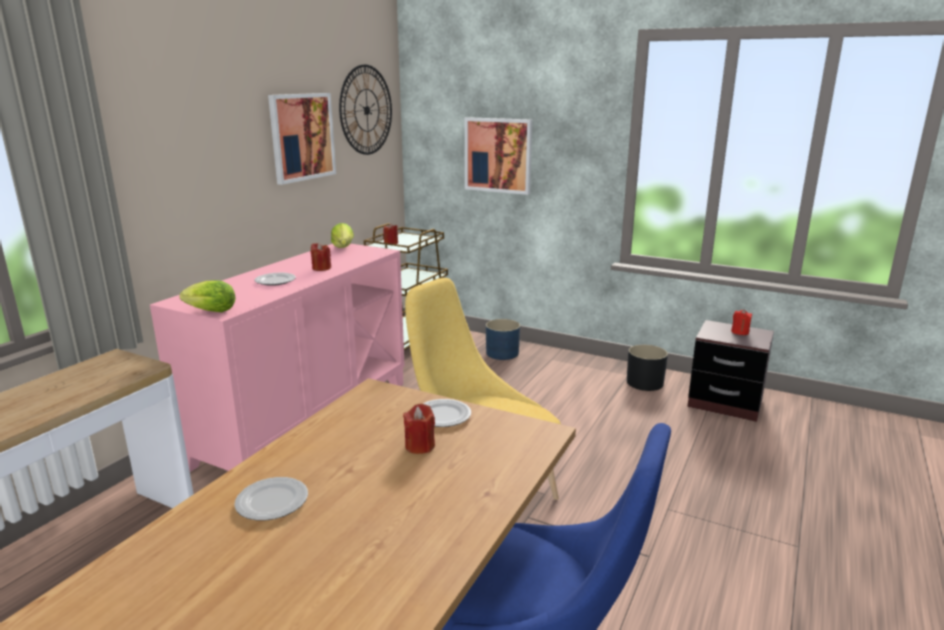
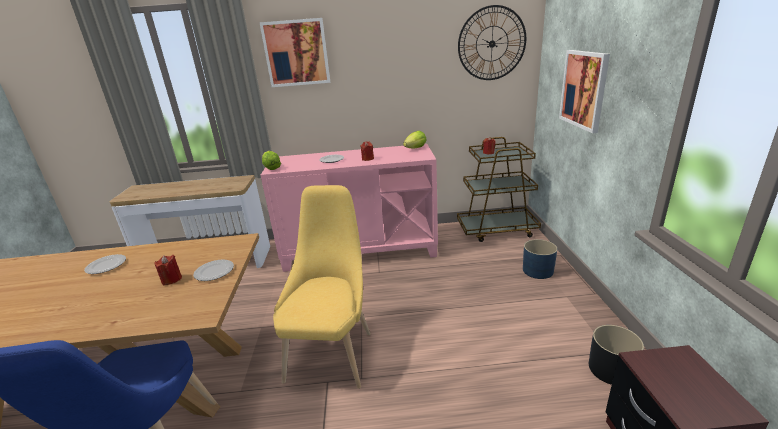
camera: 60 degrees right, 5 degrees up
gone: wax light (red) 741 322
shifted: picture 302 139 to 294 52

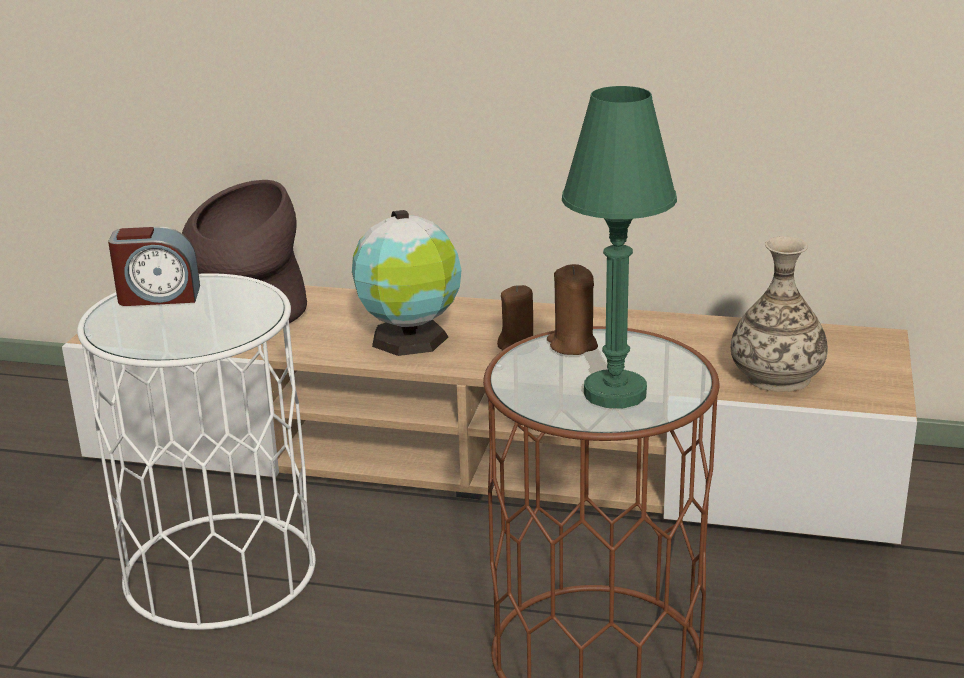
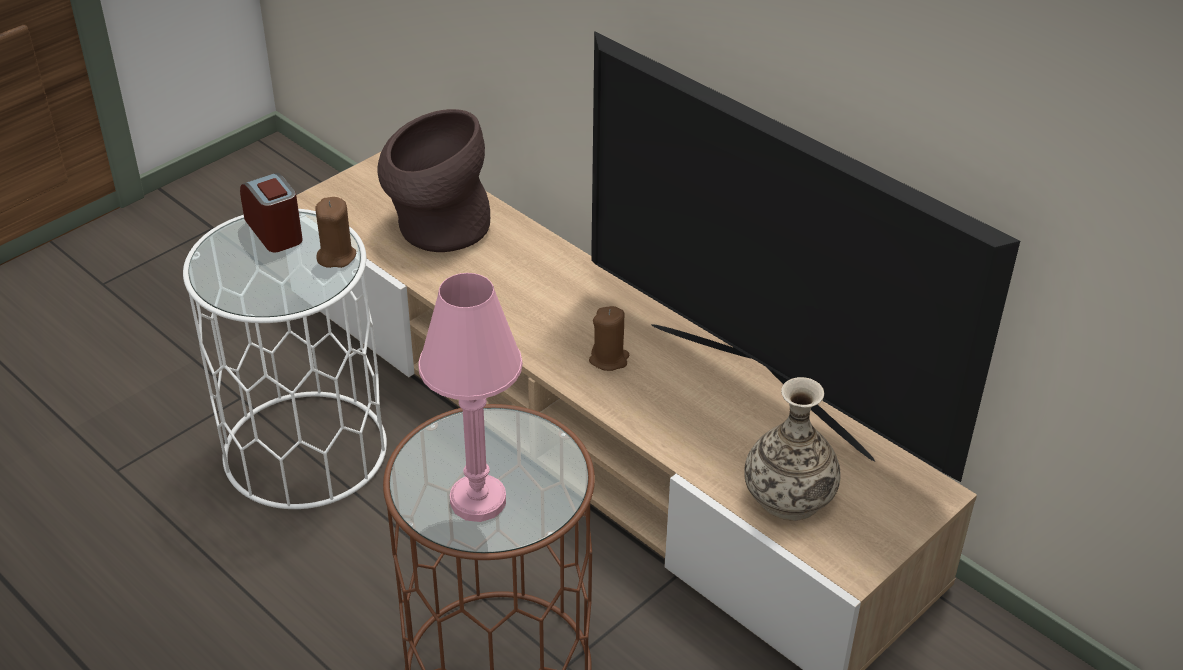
camera: 30 degrees right, 15 degrees up
gone: world globe 406 283
new: television 805 256
shifted: wax light (brown) 572 309 to 335 232
repainted: lamp for a table (green-coloured) 619 247 to lamp for a table (pinkish) 470 397
rotated: table clock 154 266 = 271 212 150 degrees counterclockwise

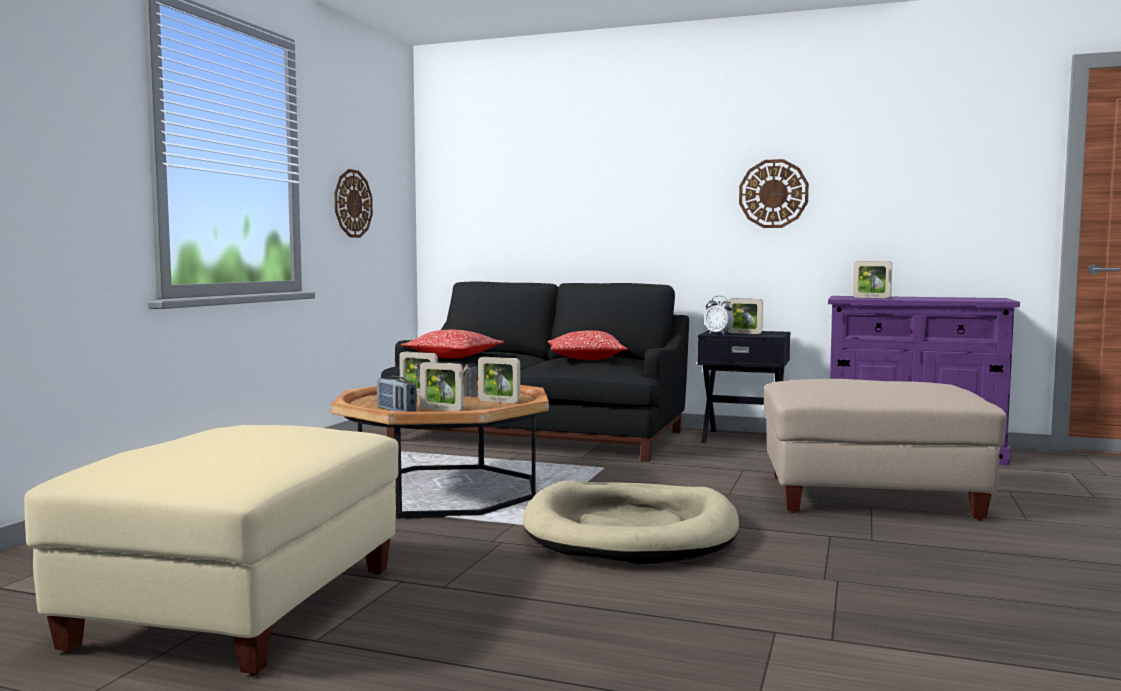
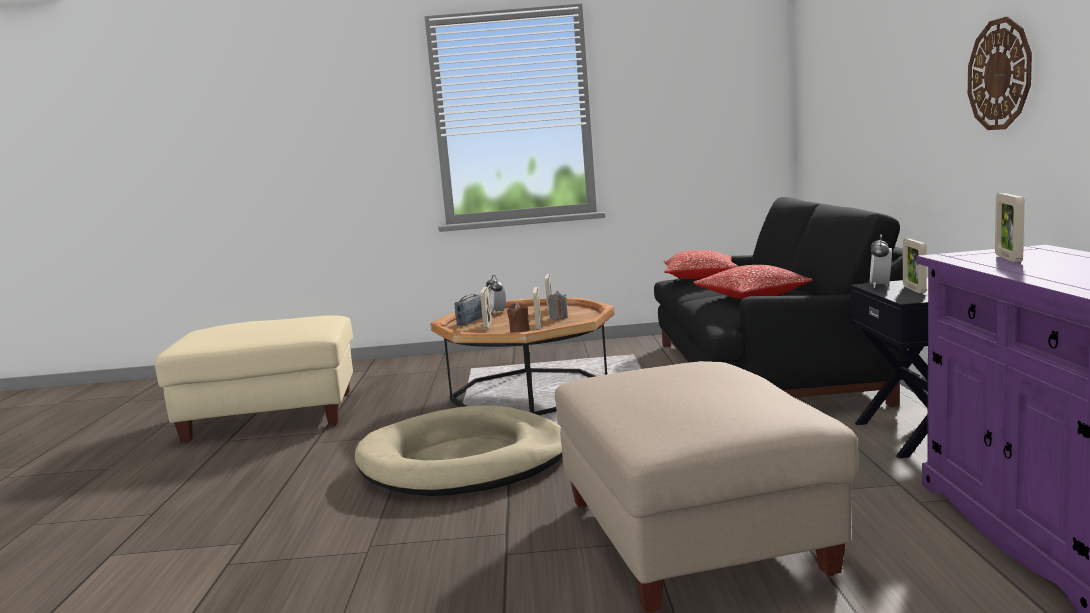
camera: 70 degrees right, 5 degrees up
gone: hanging clock 353 203
new: table clock 496 294; wax light (brown) 518 317

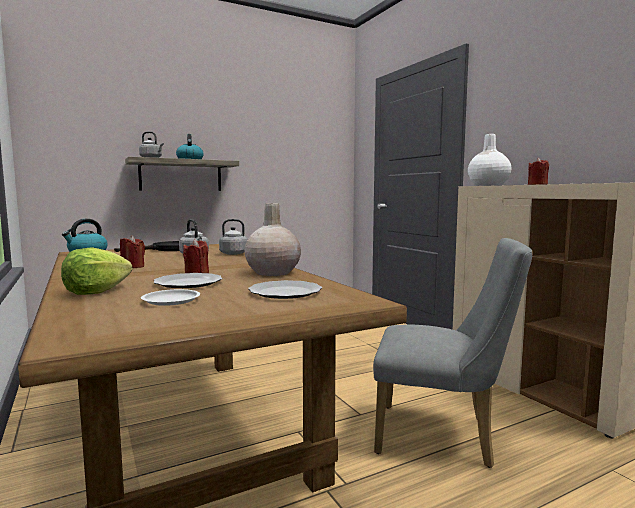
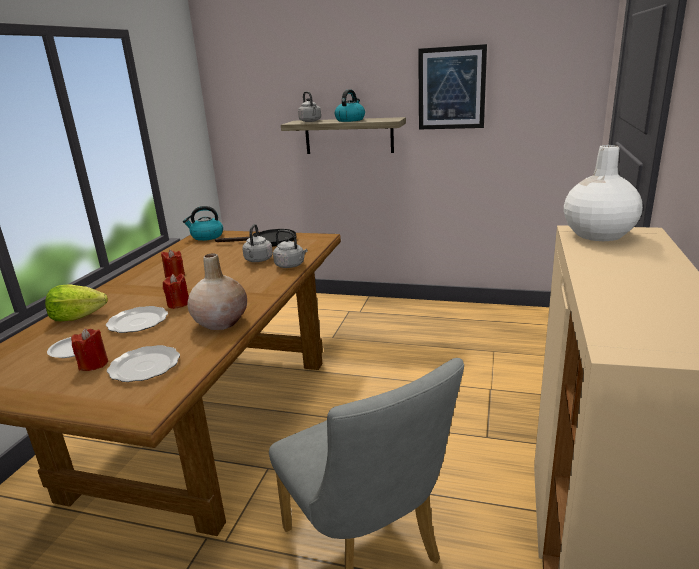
camera: 45 degrees right, 15 degrees up
new: picture 452 86
shifted: wax light (red) 538 171 to 89 349

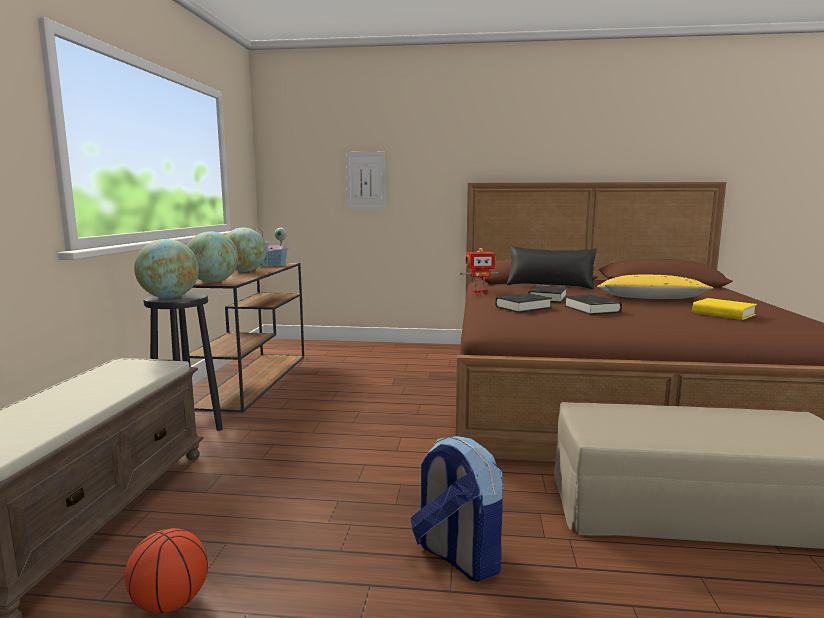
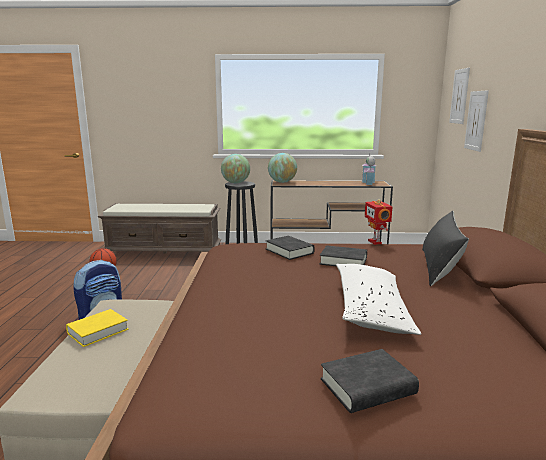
camera: 85 degrees right, 5 degrees up
gone: world globe 246 249
new: picture 459 96
shifted: volume (black) 593 305 to 370 381; volume (yellowish) 724 309 to 97 328
repainted: cushion (yellowish) 655 286 to cushion (whitish) 378 299

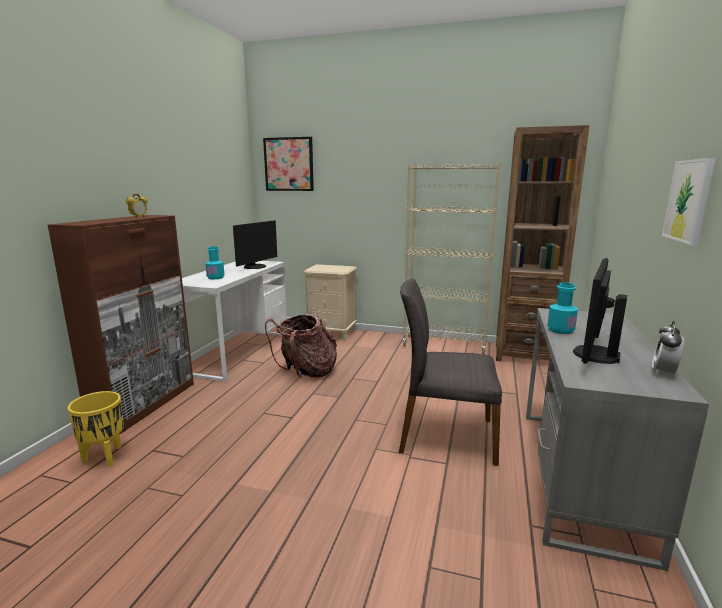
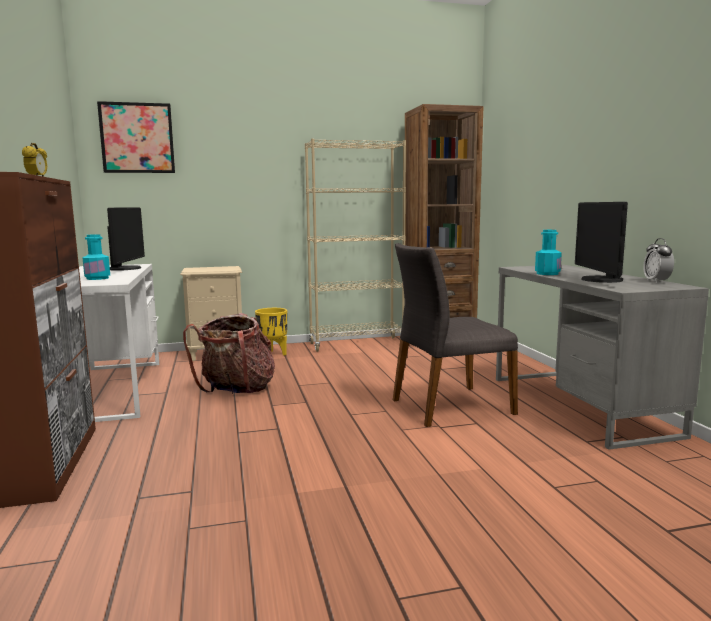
camera: 30 degrees left, 5 degrees down
gone: picture 689 202
shifted: plant pot (yellowish) 95 429 to 271 331

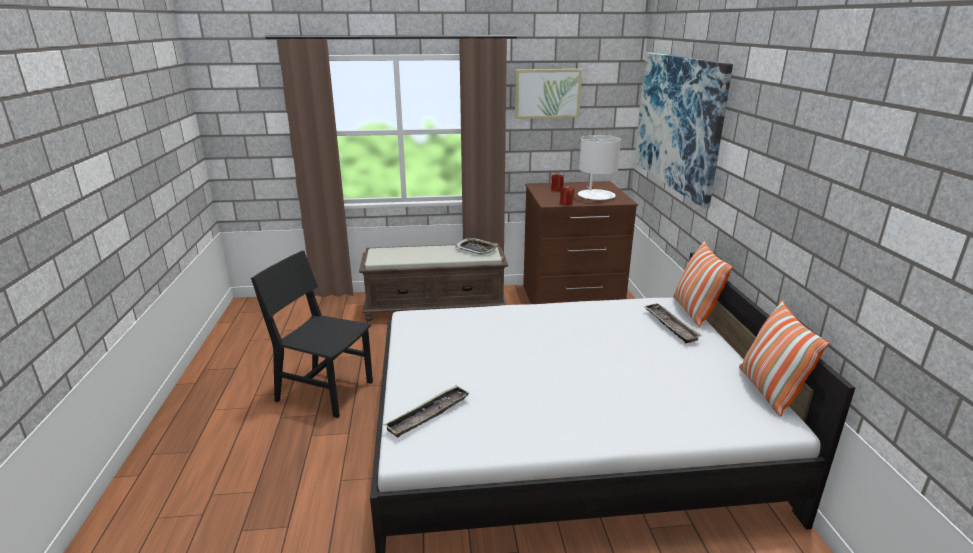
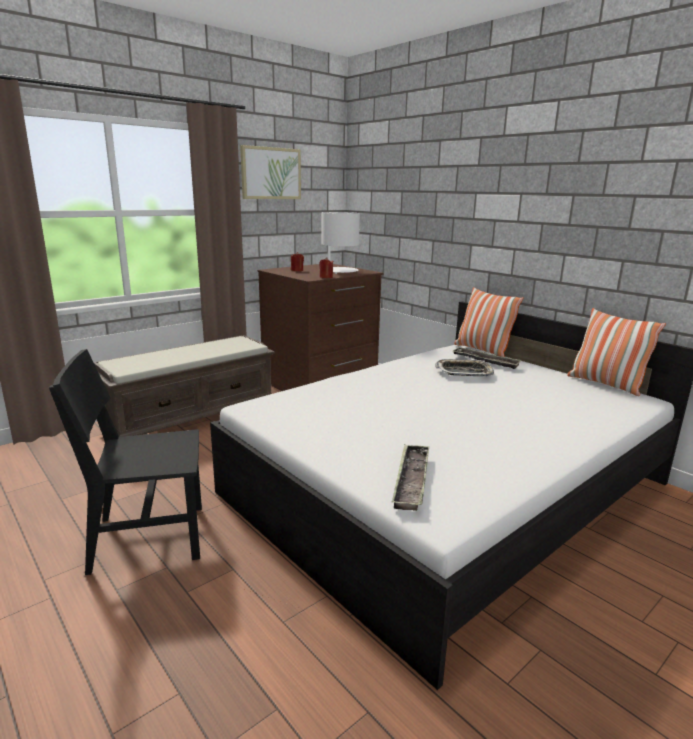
camera: 35 degrees left, 5 degrees down
gone: picture 683 130
shifted: carrying tray 476 246 to 464 367

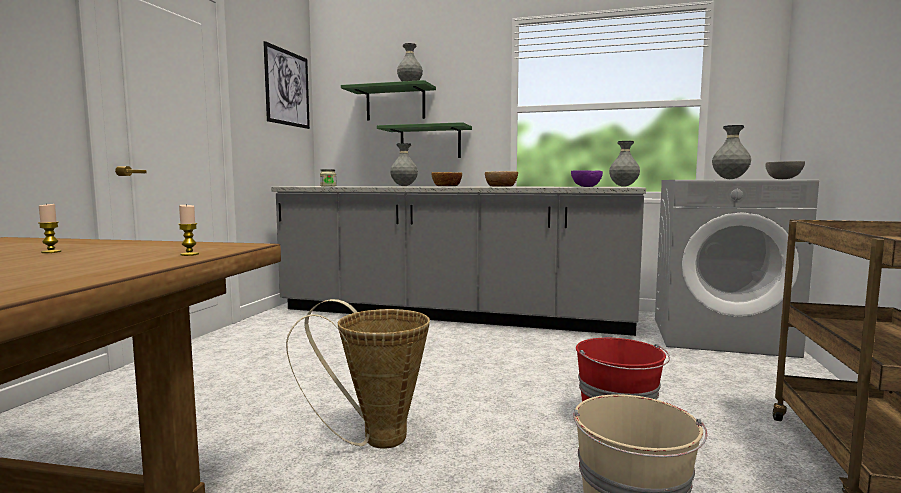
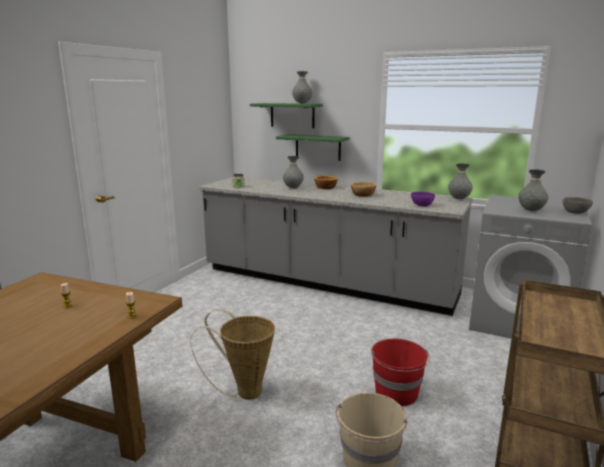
camera: 10 degrees right, 10 degrees up
gone: picture 286 85

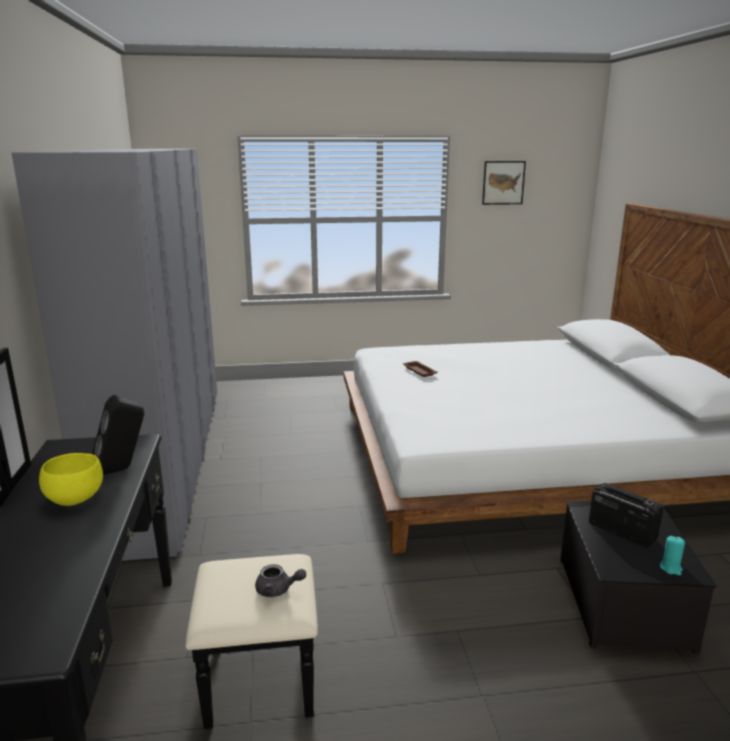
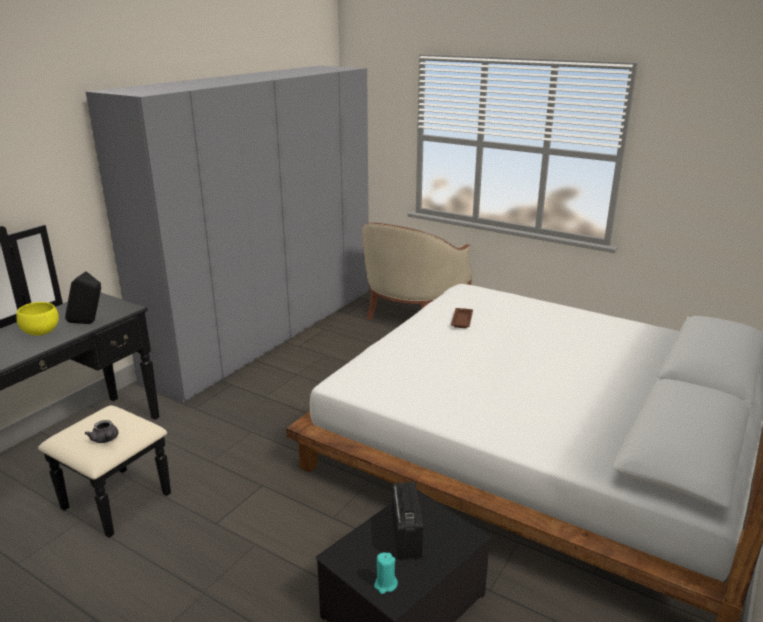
camera: 40 degrees right, 5 degrees up
gone: picture 504 183
new: armchair (beige) 417 271

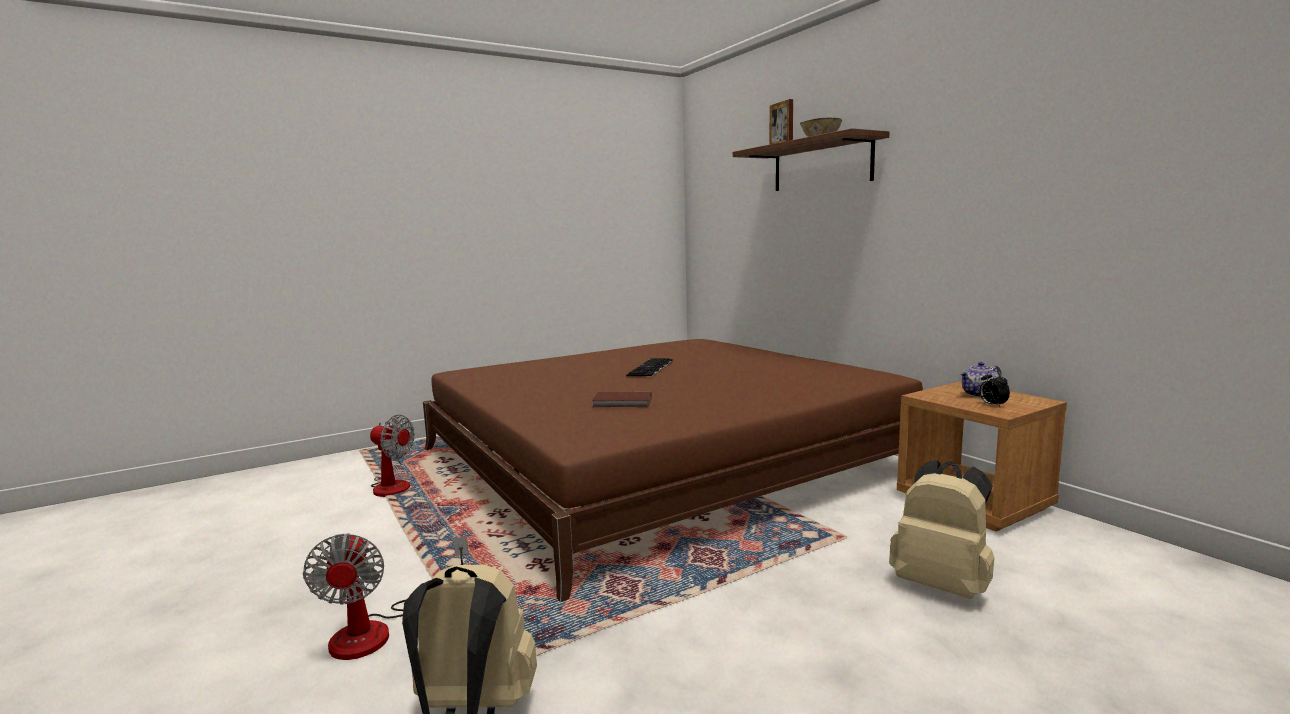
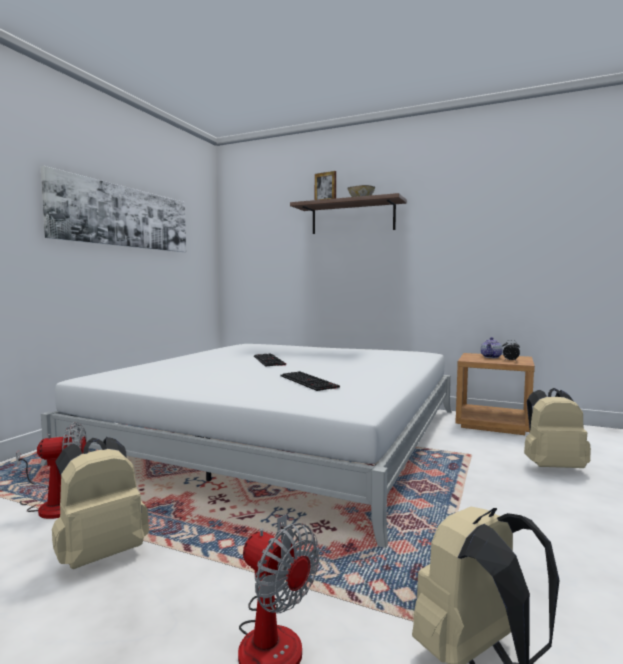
camera: 35 degrees left, 5 degrees down
new: picture 113 209; knapsack (beige) 100 503
swapped: volume (brown) 622 399 to keyboard 310 381
repainted: bed (brown) 673 470 to bed (whitish) 246 446

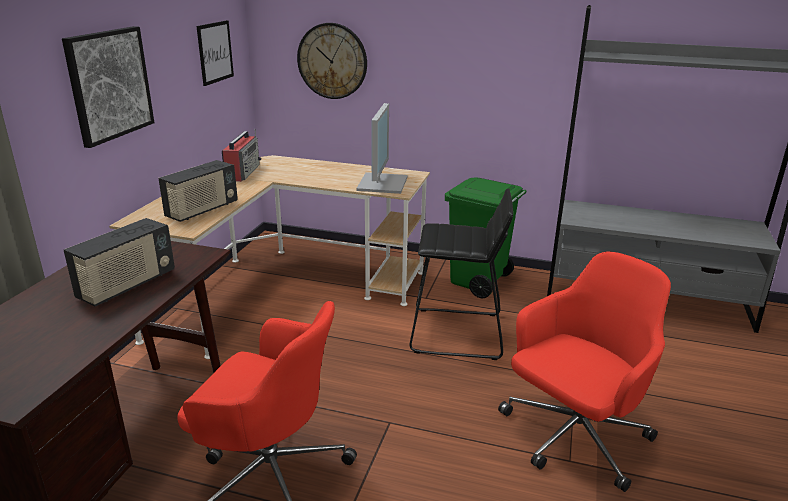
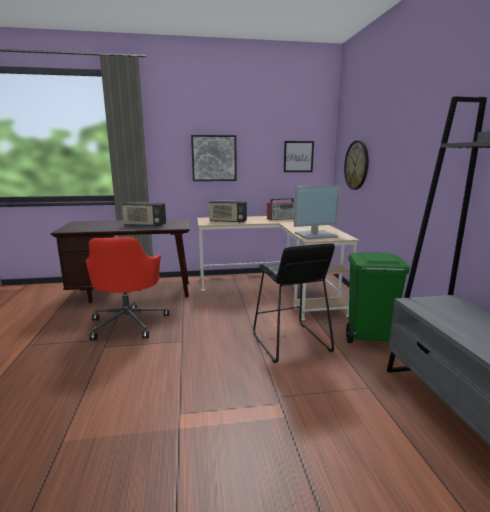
camera: 65 degrees right, 10 degrees down
gone: desk chair (red) 584 371

